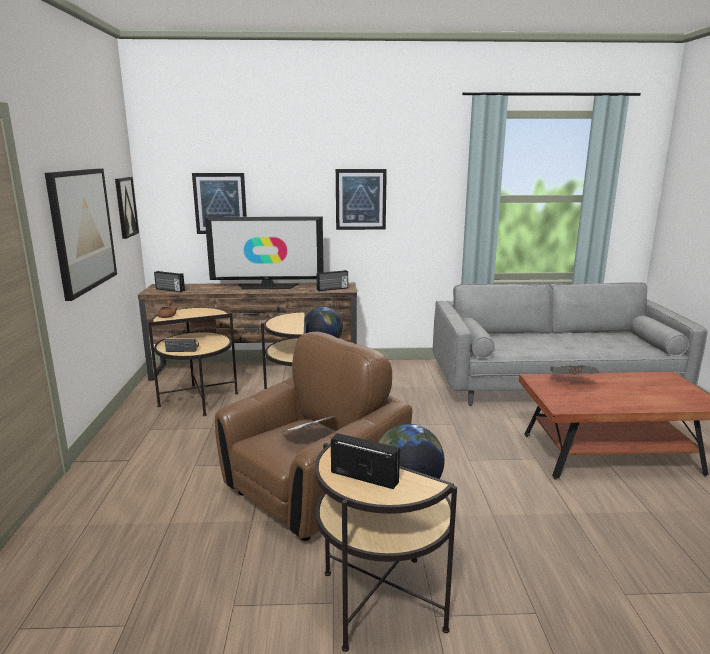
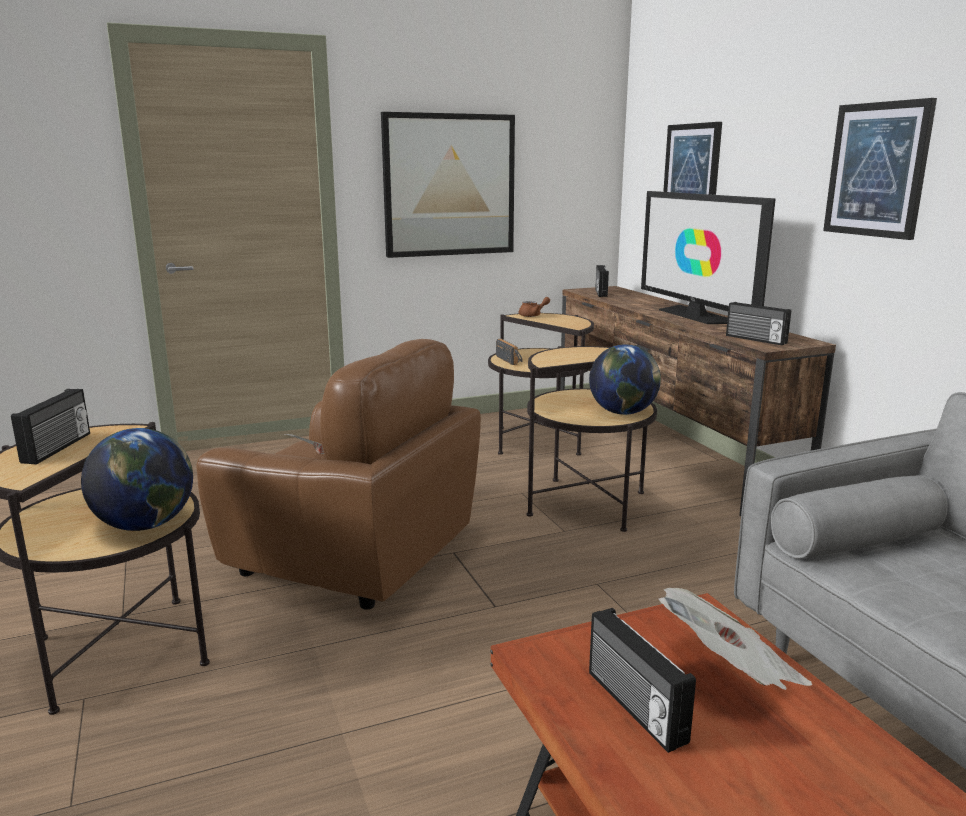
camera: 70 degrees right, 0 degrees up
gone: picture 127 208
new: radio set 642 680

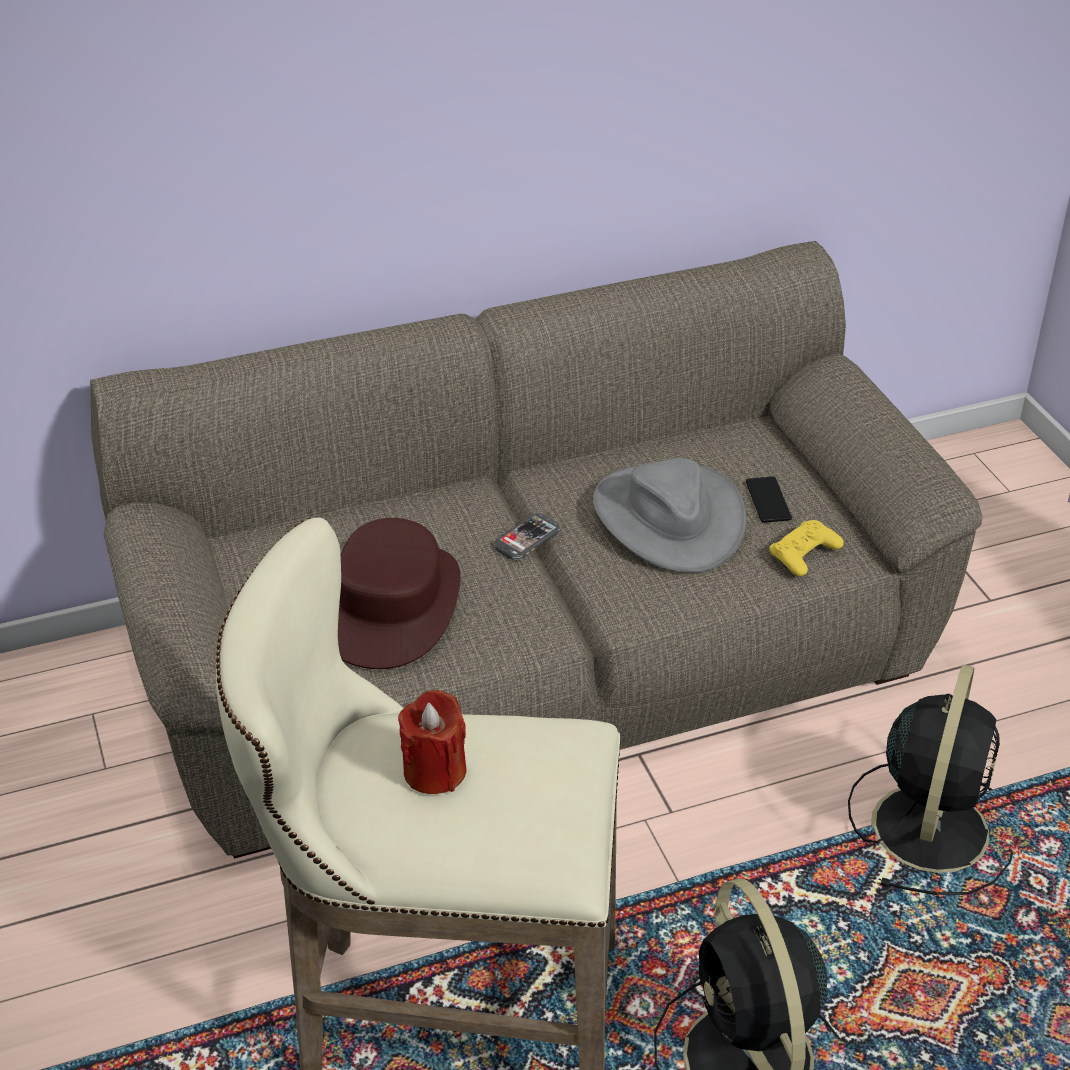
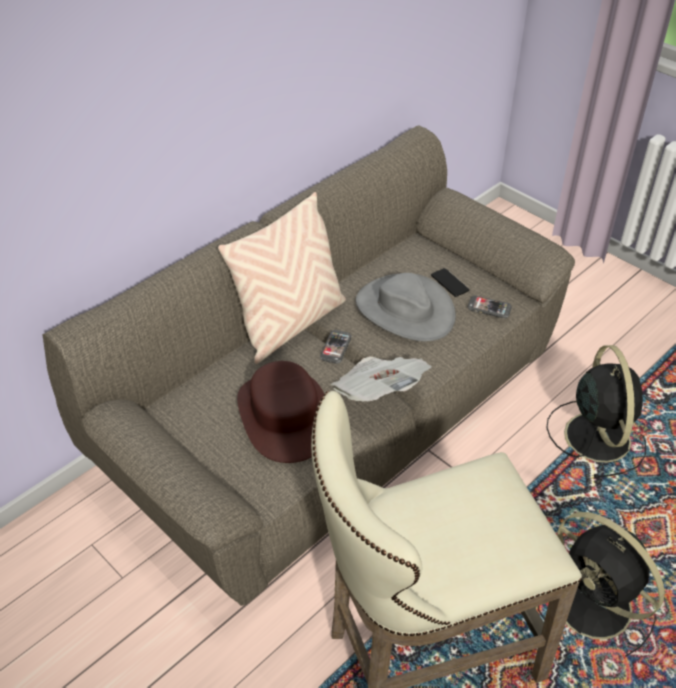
camera: 25 degrees left, 5 degrees up
gone: wax light (red) 432 742
new: cushion (beige) 282 278; printed paper 381 378
swapped: joypad (yellowish) 806 548 to telephone 489 307

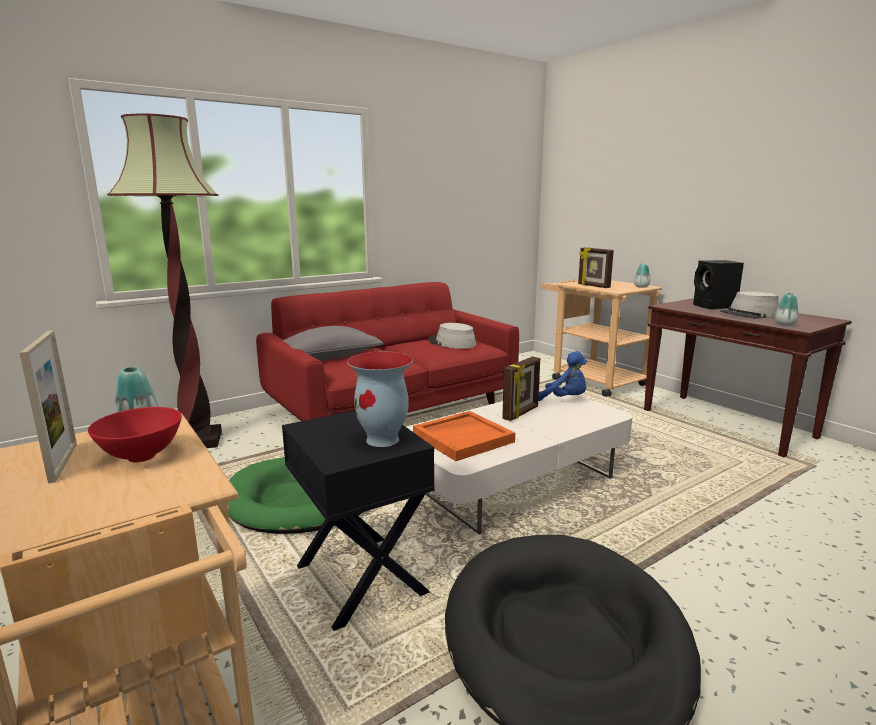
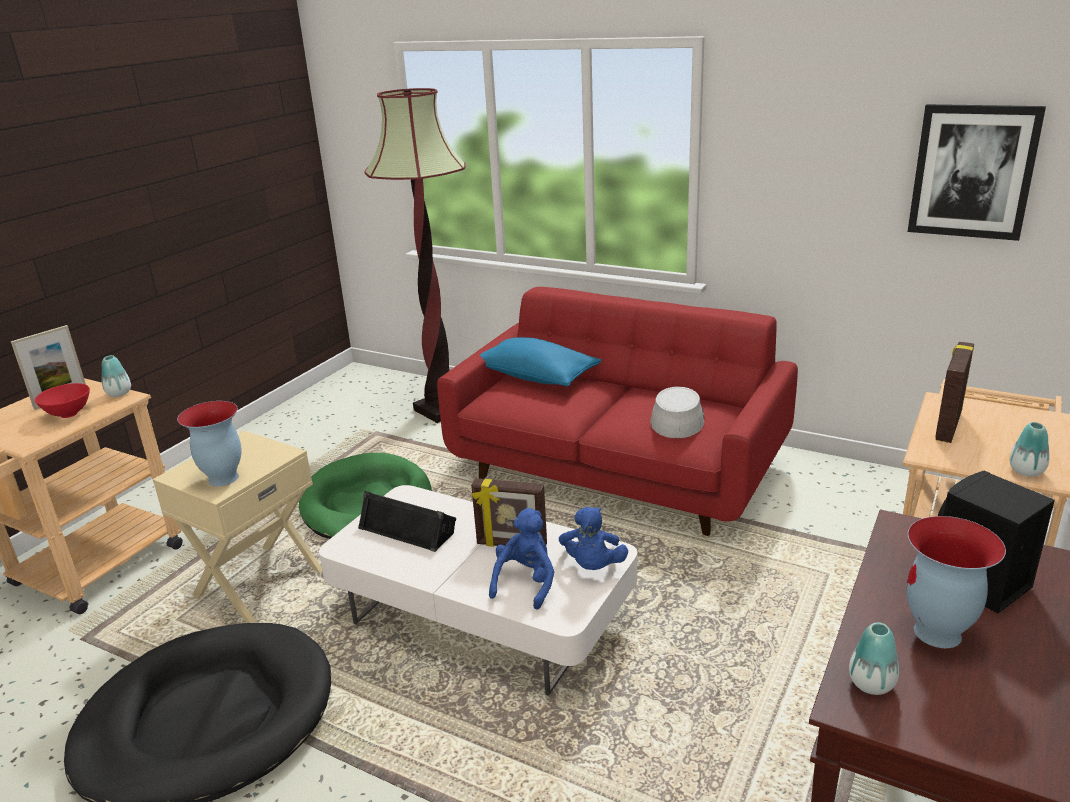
camera: 65 degrees right, 10 degrees up
new: cuddly toy (bluish) 521 559; picture 977 172
swapped: carrying tray (orange-coloured) 464 436 to audio speaker (black) 407 521; hat (grey) 749 305 to vase 956 582
repainted: side table (black) 358 521 to side table (beige) 237 527; cushion (grey) 333 343 to cushion (bluish) 541 362

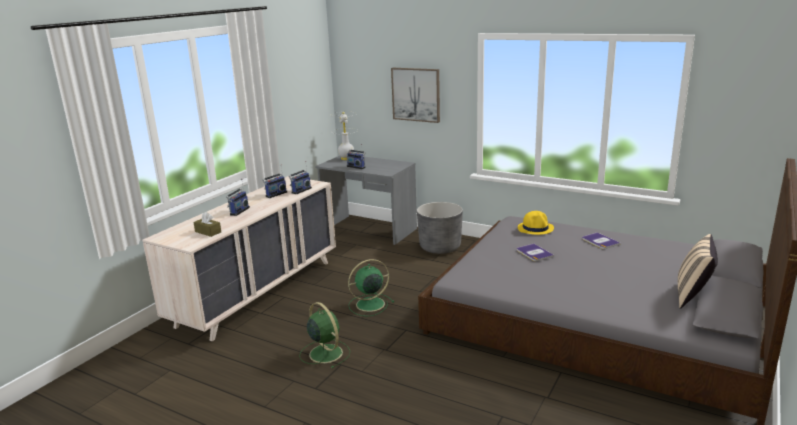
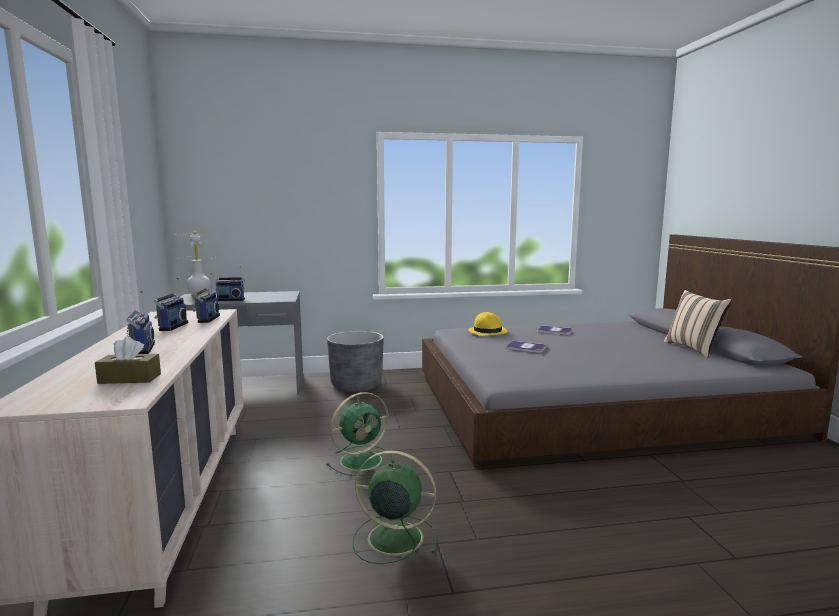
camera: 40 degrees left, 10 degrees down
gone: picture 415 95
rotated: electric fan (green-coloured) 371 287 = 359 434 150 degrees counterclockwise

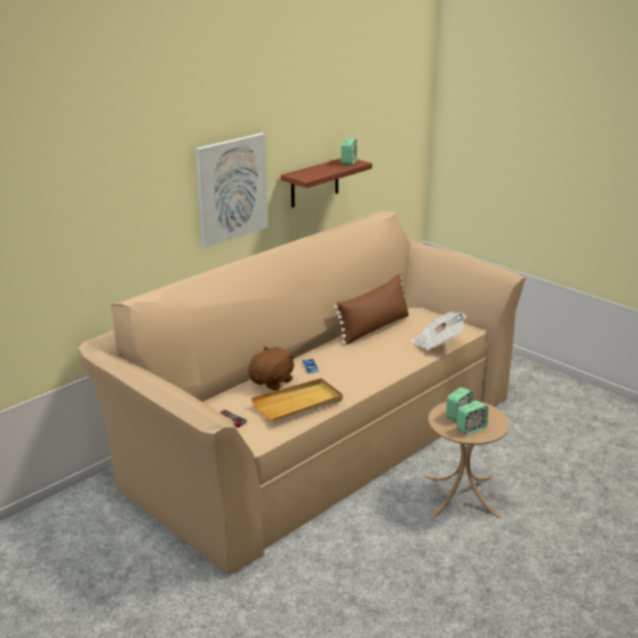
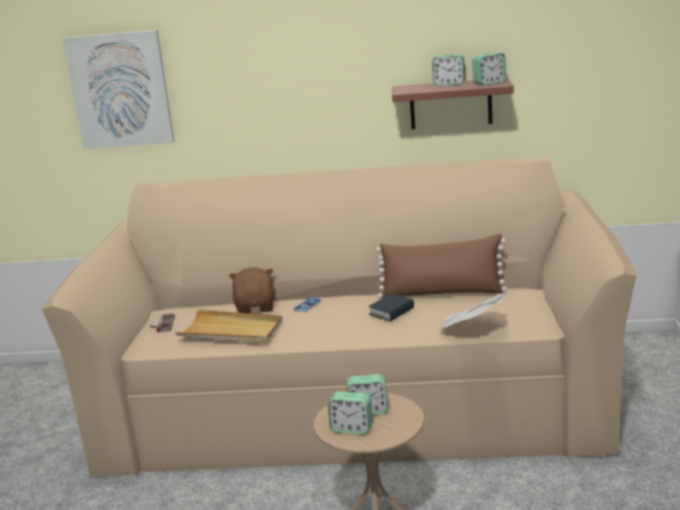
camera: 50 degrees right, 5 degrees down
new: volume 391 307; table clock 448 70
shifted: picture 231 190 to 118 89
rotated: cuddly toy (brown) 271 368 = 251 290 90 degrees counterclockwise

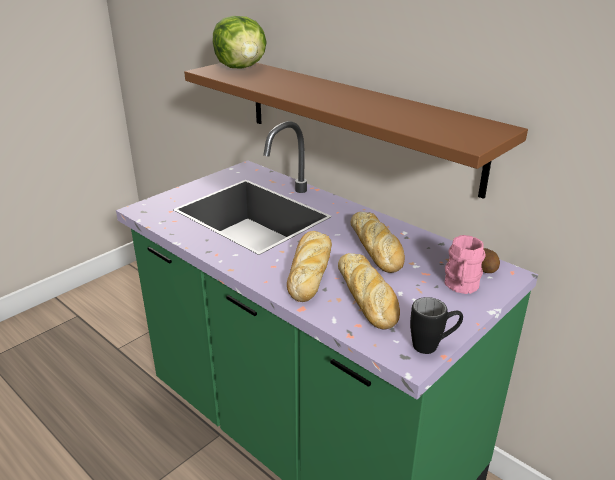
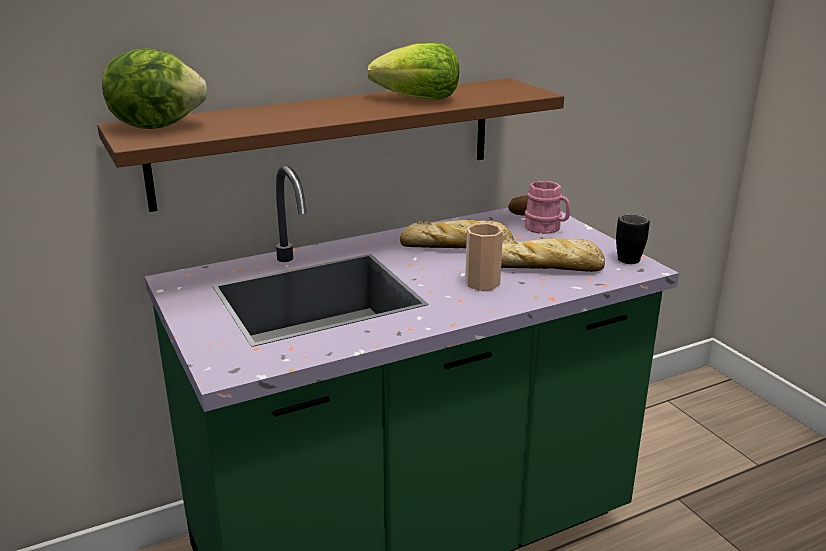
camera: 70 degrees left, 5 degrees down
new: lettuce 413 71
swapped: baked bread 309 266 to drinking cup 484 257

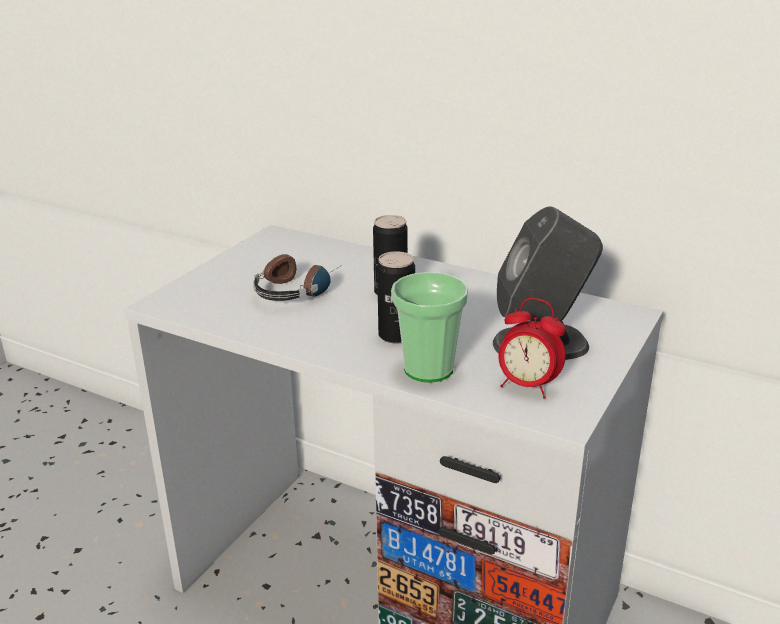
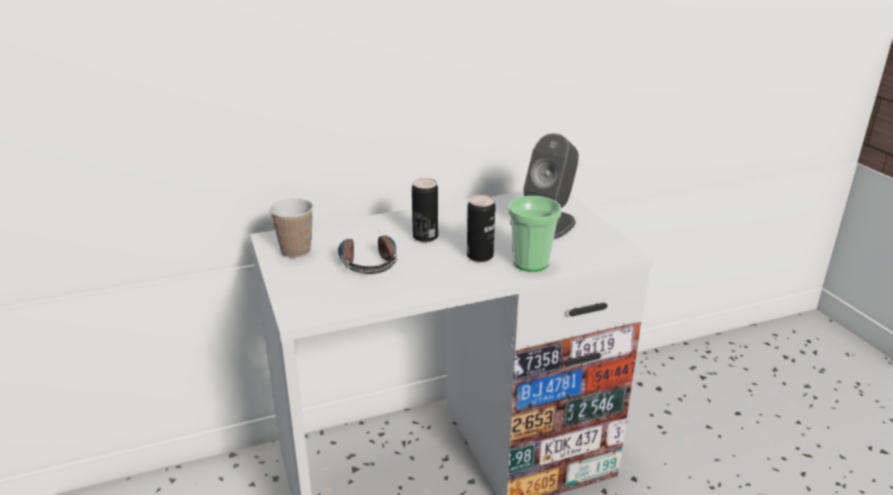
camera: 50 degrees left, 0 degrees up
gone: table clock 532 348
new: drinking cup 291 228

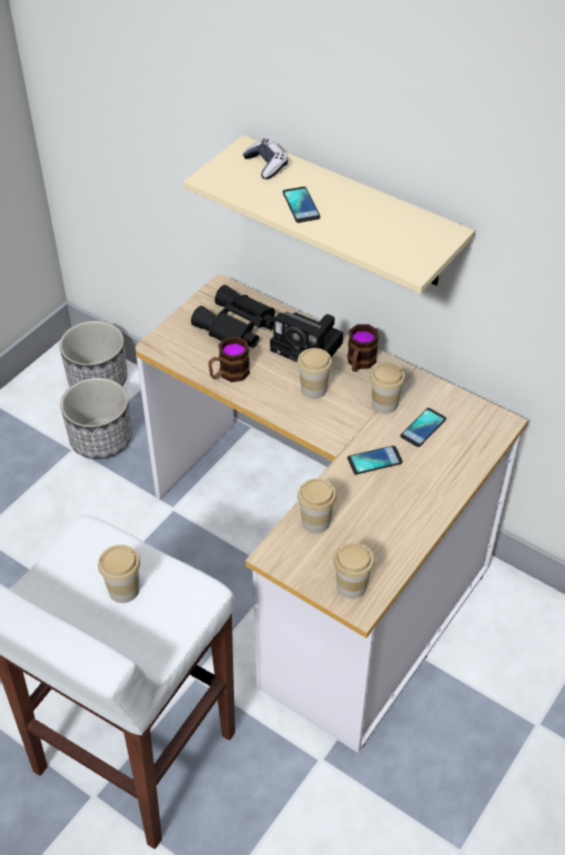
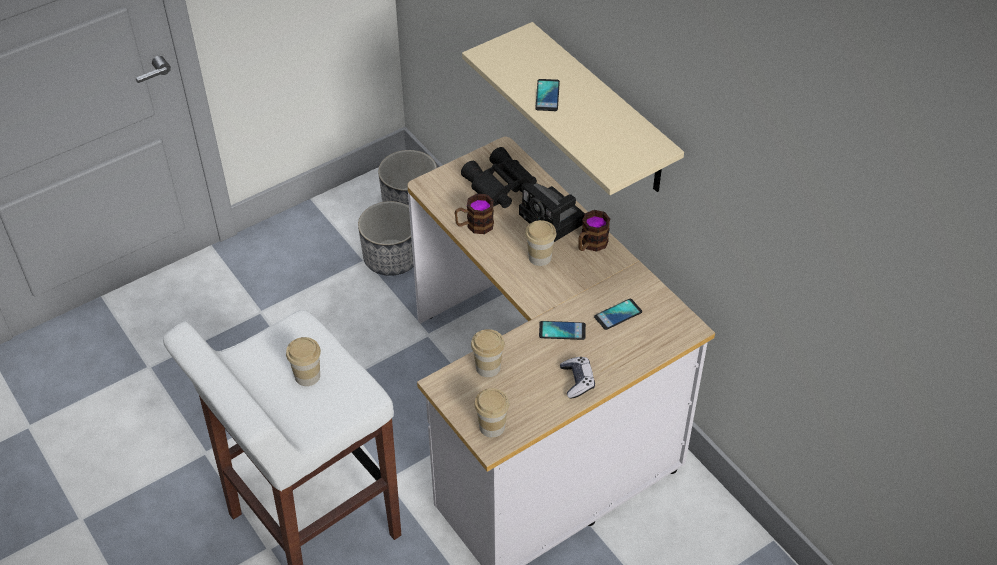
camera: 20 degrees right, 0 degrees up
gone: drinking cup 387 388
shifted: joypad 265 159 to 577 377

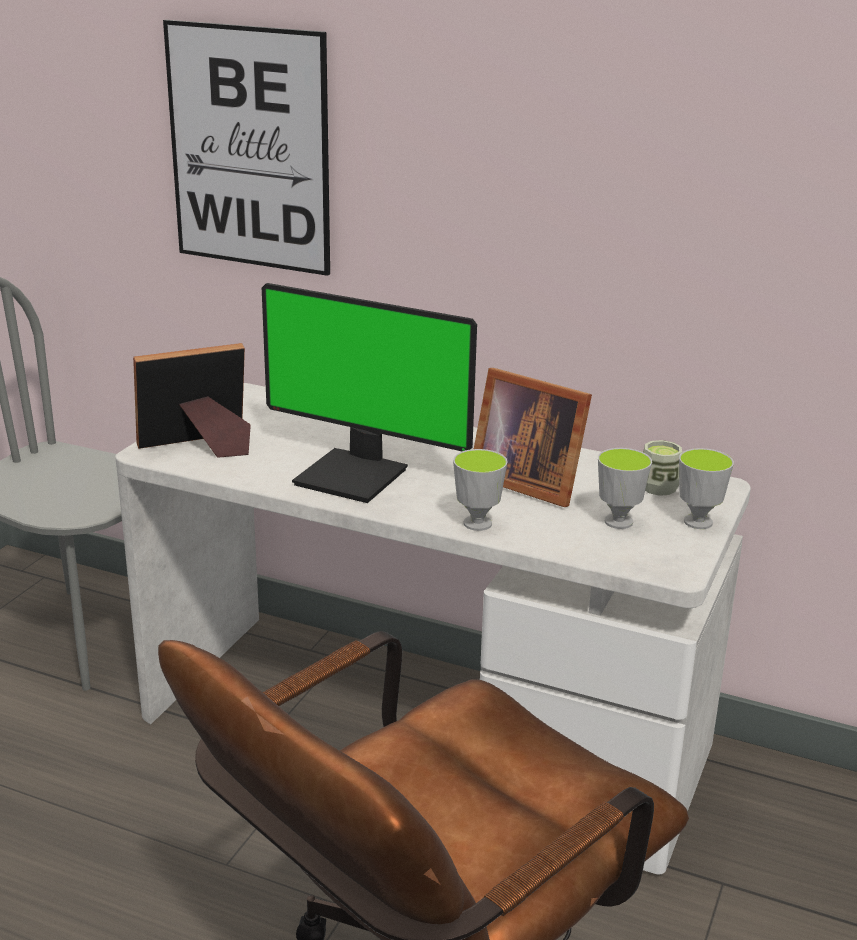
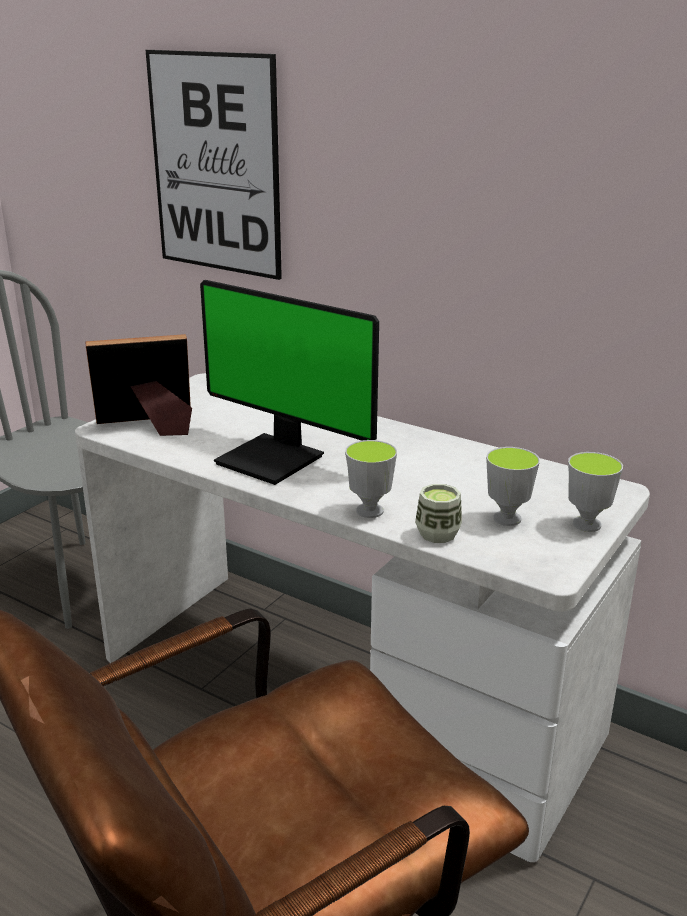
camera: 10 degrees right, 0 degrees up
gone: picture frame 533 437
shifted: drinking cup 662 468 to 438 513

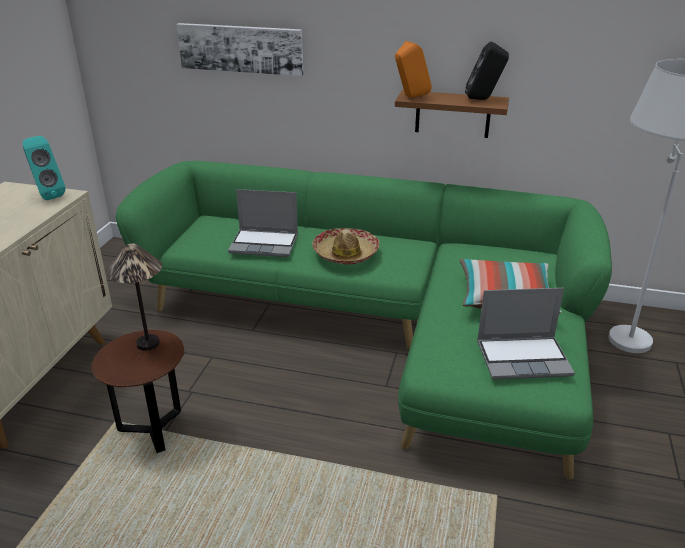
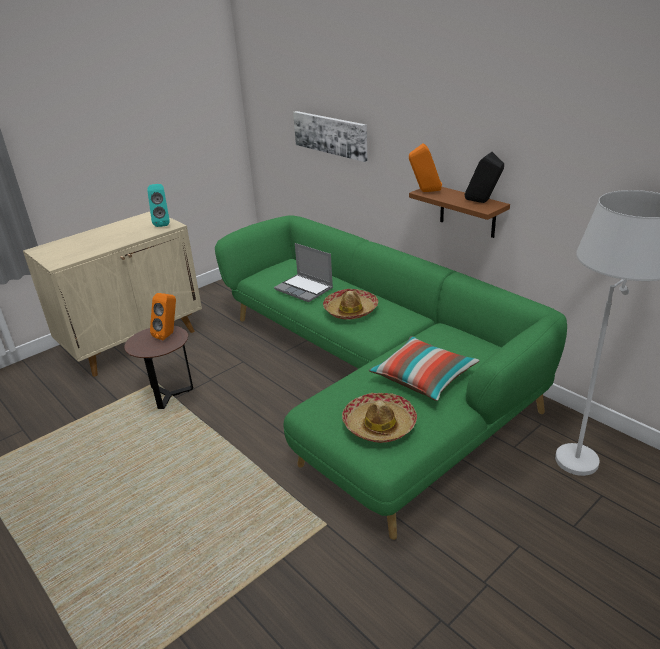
camera: 35 degrees right, 0 degrees up
swapped: lamp for a table 134 297 to audio speaker (orange-coloured) 163 316; notebook computer 526 334 to hat 379 418

